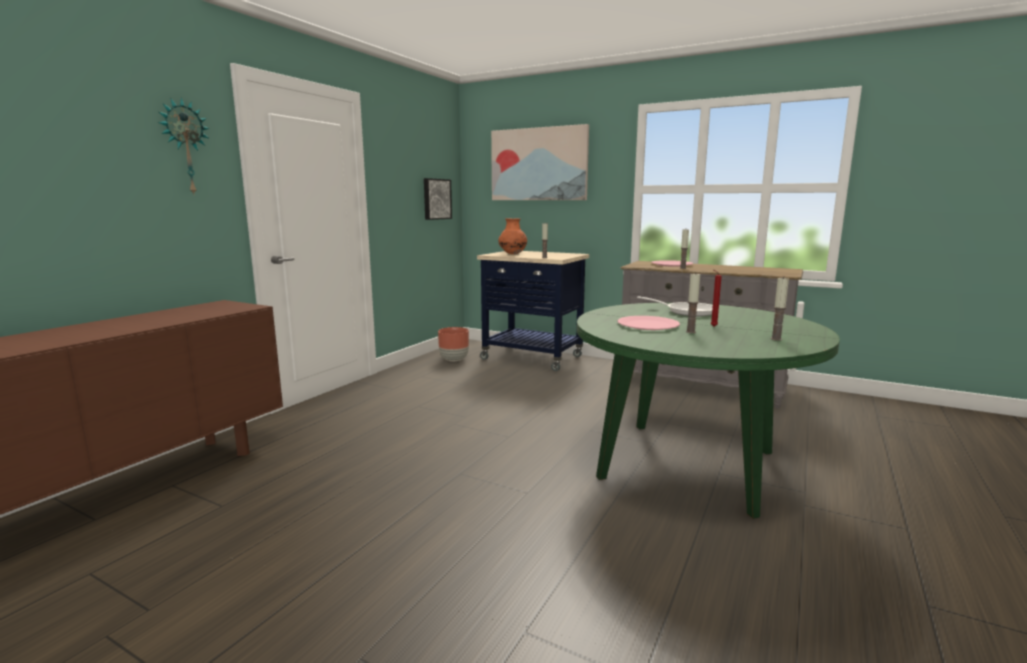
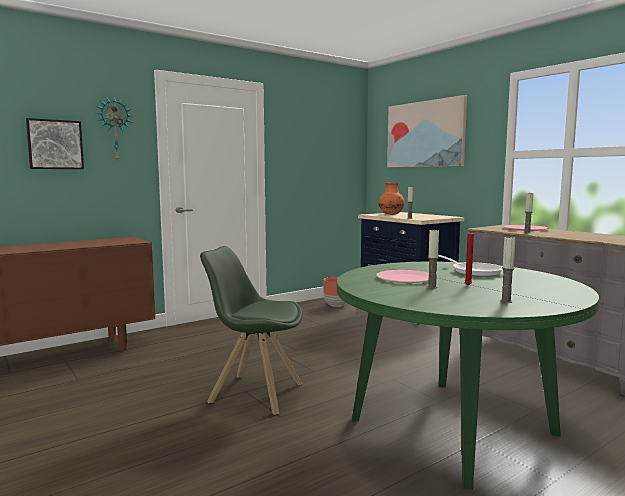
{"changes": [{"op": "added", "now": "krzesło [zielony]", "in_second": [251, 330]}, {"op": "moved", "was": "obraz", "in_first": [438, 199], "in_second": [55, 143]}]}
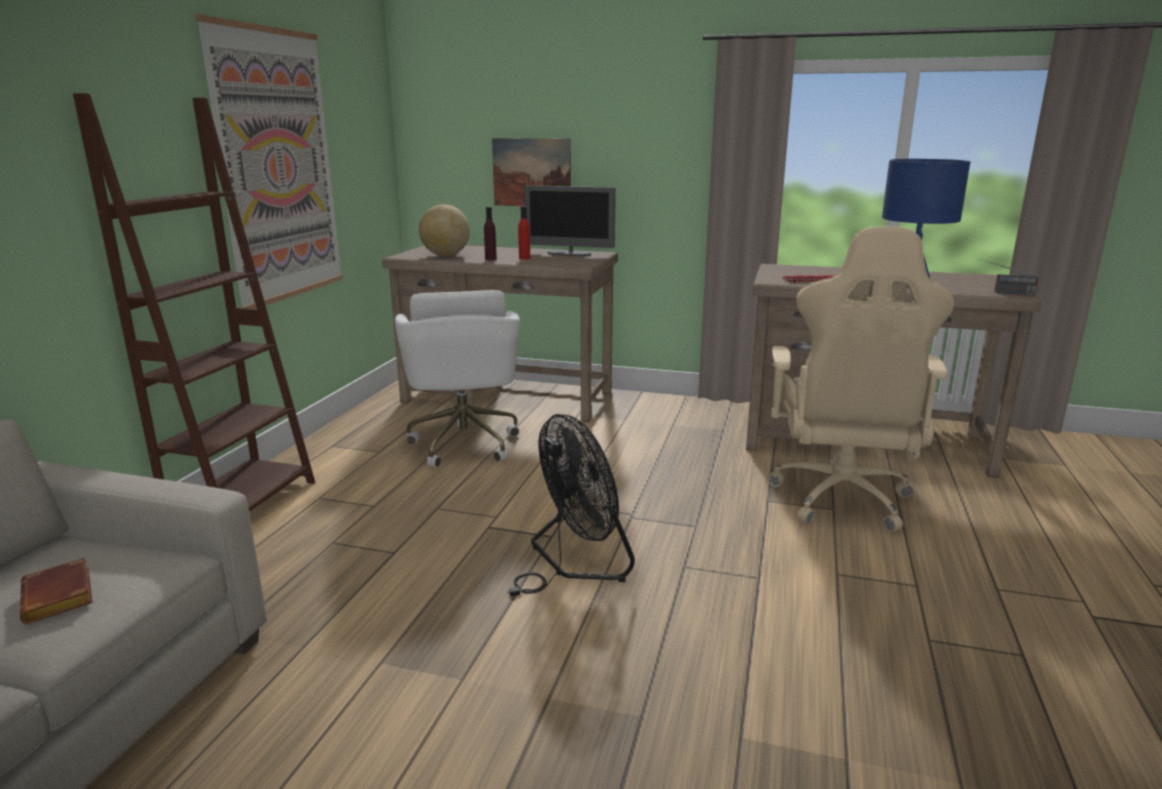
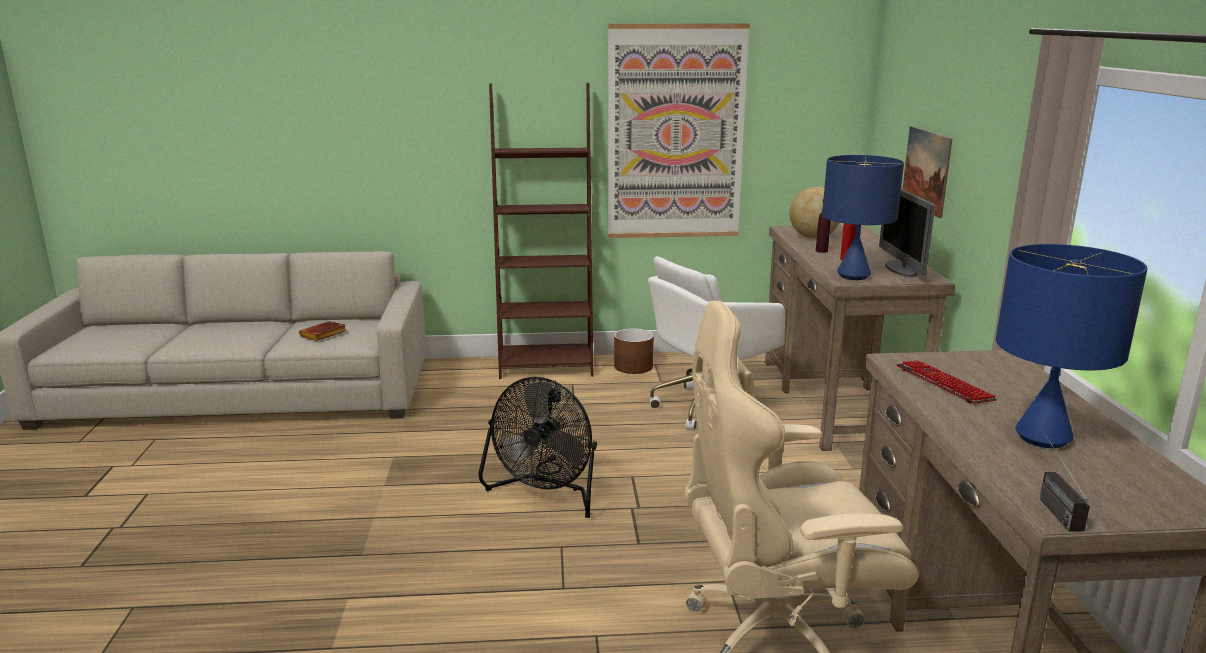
{"changes": [{"op": "added", "now": "donica [brązowy]", "in_second": [634, 351]}, {"op": "added", "now": "lampa stołowa [niebieski]", "in_second": [863, 217]}, {"op": "turned", "was": "wentylator [czarny]", "in_first": [570, 505], "in_second": [537, 447], "clockwise": 75}]}
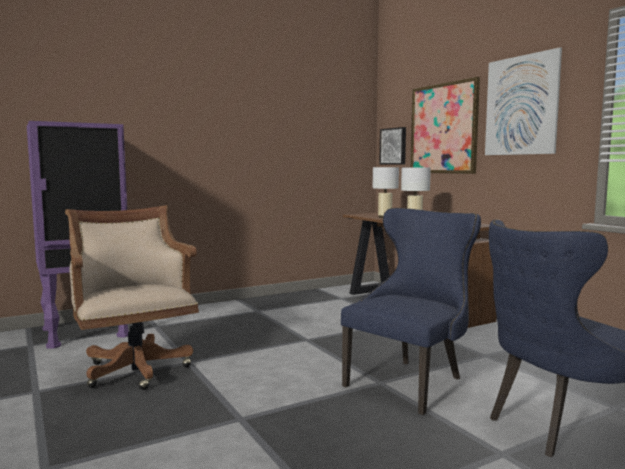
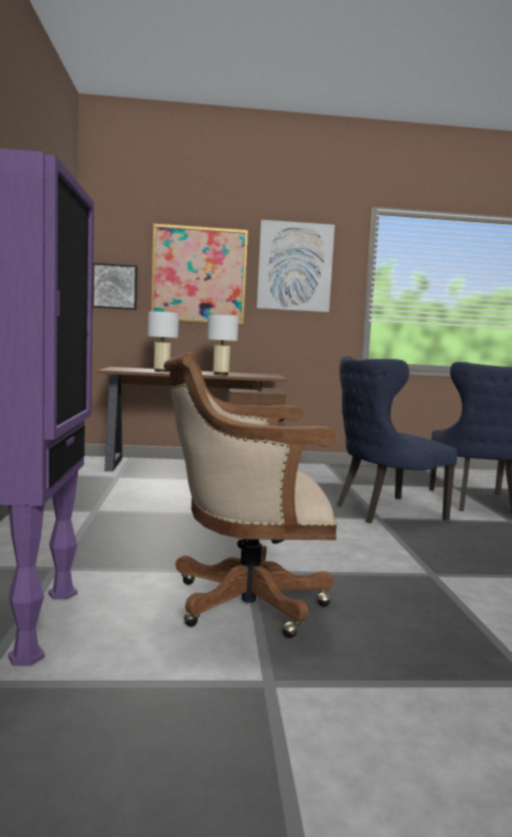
{"changes": [{"op": "turned", "was": "krzesło [niebieski]", "in_first": [411, 311], "in_second": [397, 439], "clockwise": -90}]}
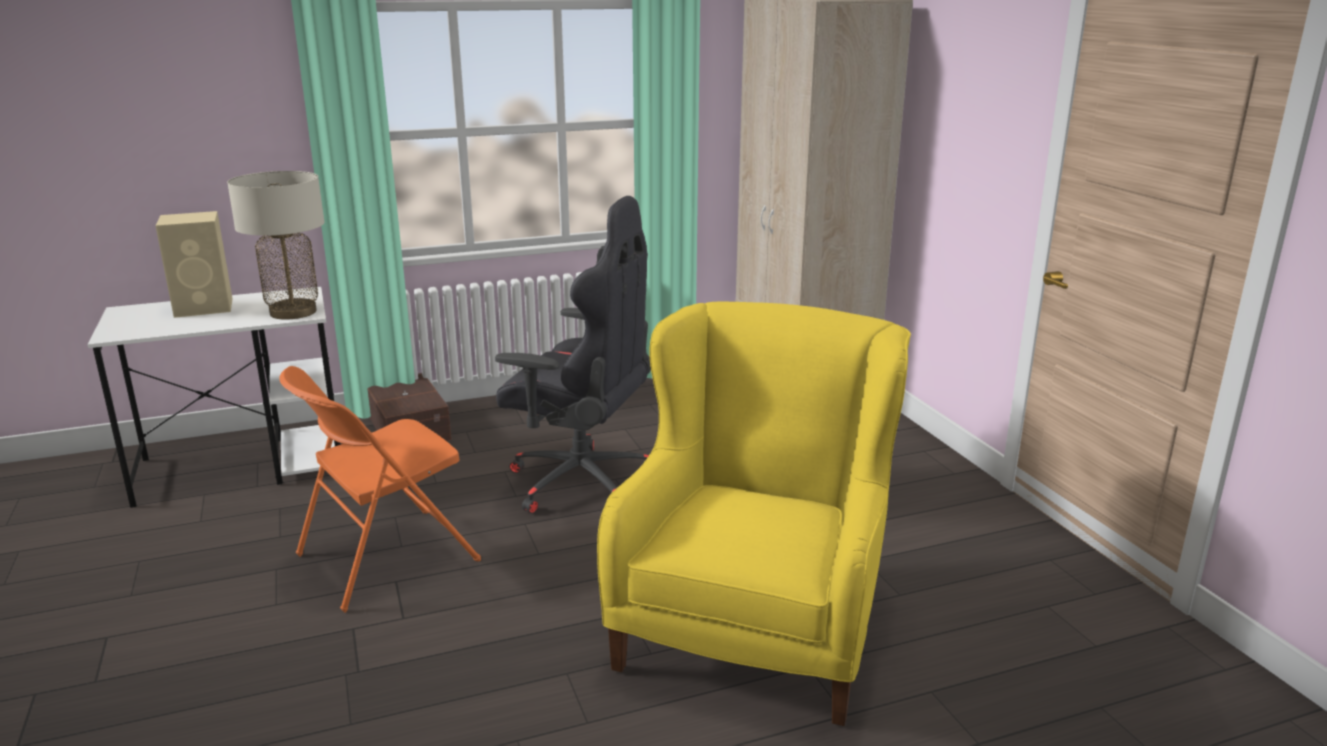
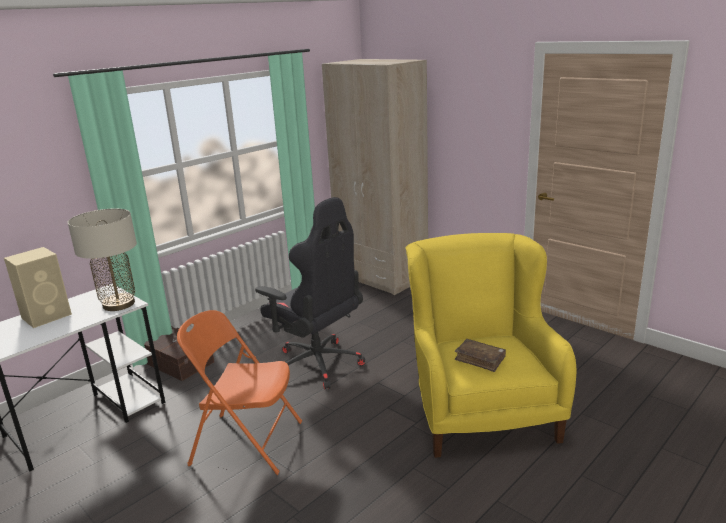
{"changes": [{"op": "added", "now": "książka [brązowy]", "in_second": [480, 355]}, {"op": "turned", "was": "krzesło [pomarańczowy]", "in_first": [380, 489], "in_second": [239, 392], "clockwise": 75}, {"op": "turned", "was": "krzesło biurowe [czarny]", "in_first": [573, 354], "in_second": [310, 293], "clockwise": 45}]}
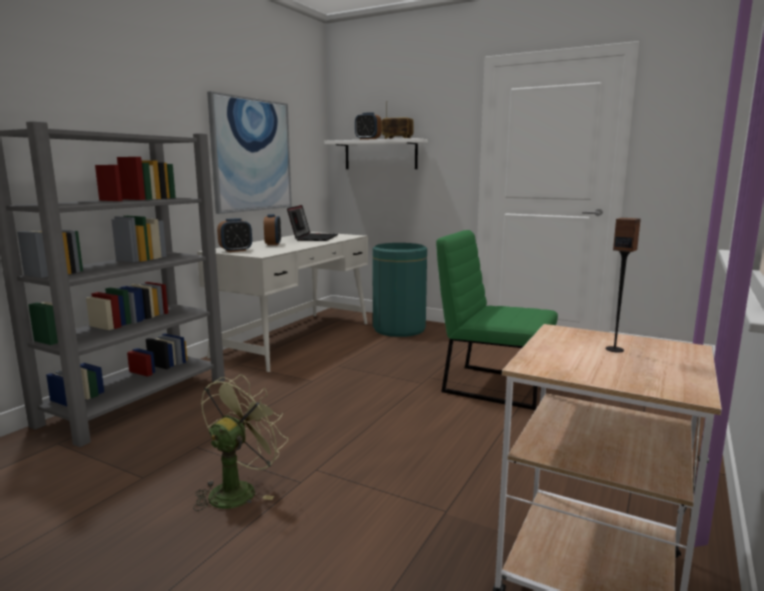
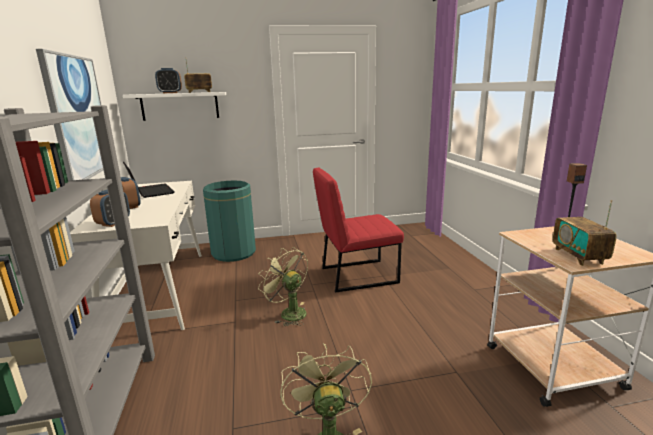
{"changes": [{"op": "added", "now": "wentylator [zielony]", "in_second": [283, 286]}, {"op": "added", "now": "radio", "in_second": [584, 233]}, {"op": "recoloured", "was": "krzesło [zielony]", "now": "krzesło [czerwony]", "in_first": [497, 320], "in_second": [358, 230]}]}
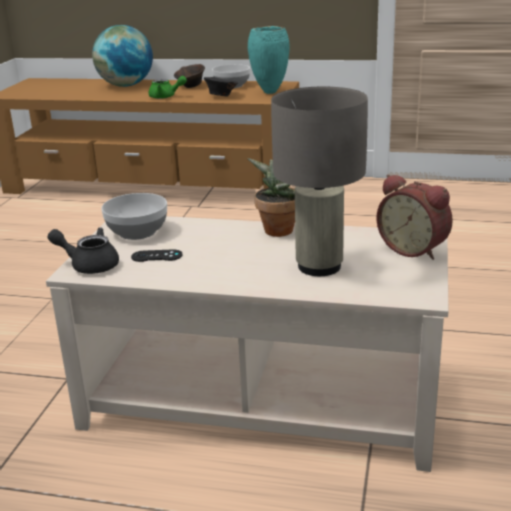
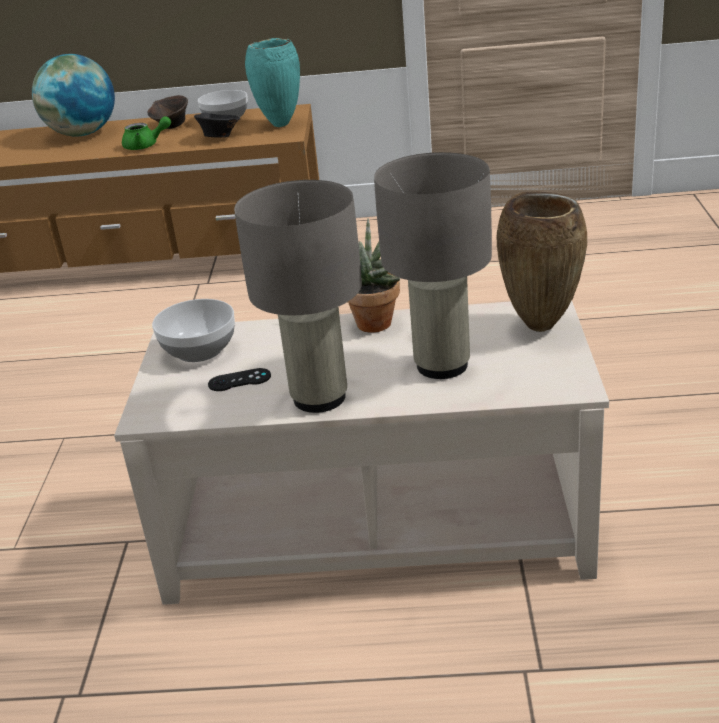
{"changes": [{"op": "removed", "was": "imbryk [czarny]", "in_first": [83, 250]}, {"op": "added", "now": "lampa stołowa [szary]", "in_second": [298, 296]}, {"op": "replaced", "was": "budzik", "now": "wazon [brązowy]", "in_first": [414, 217], "in_second": [541, 262]}]}
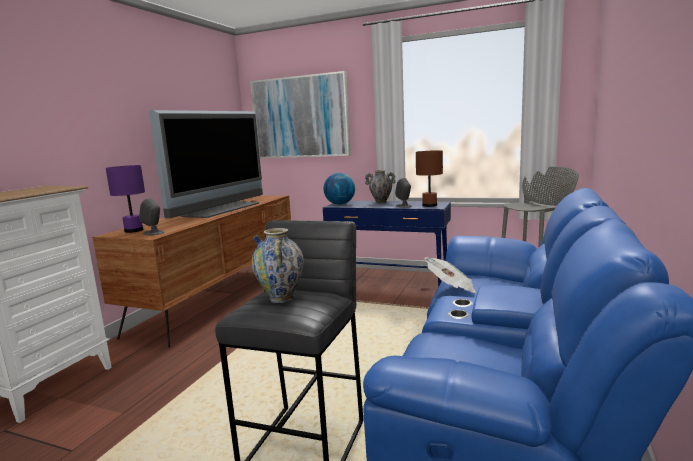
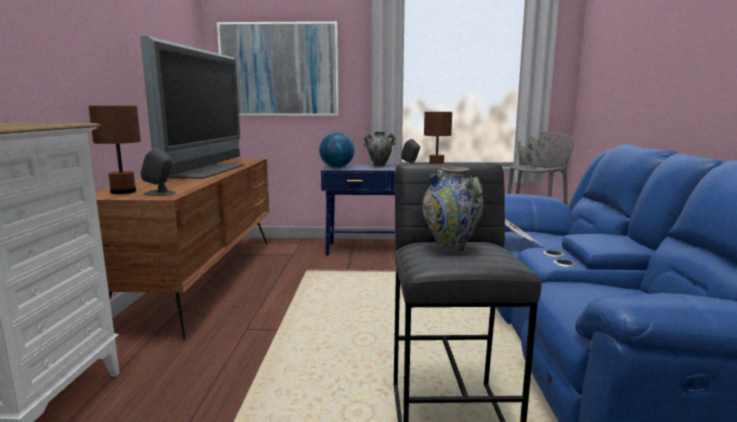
{"changes": [{"op": "recoloured", "was": "lampa stołowa [fioletowy]", "now": "lampa stołowa [brązowy]", "in_first": [125, 199], "in_second": [115, 150]}]}
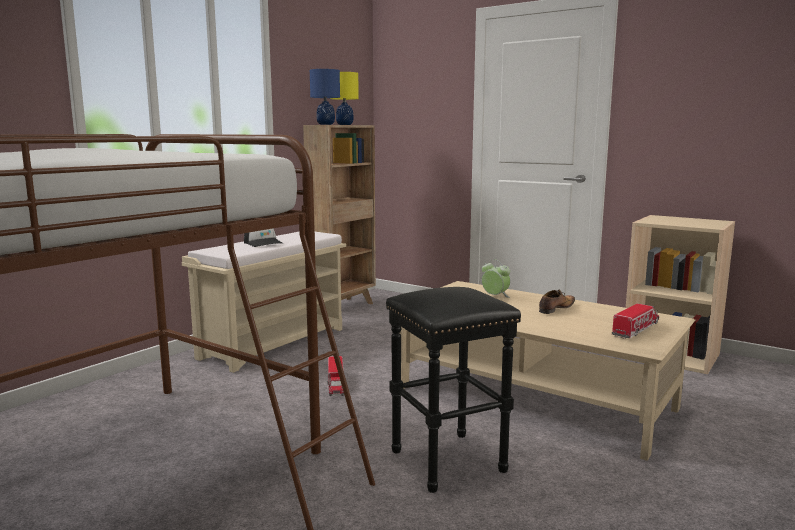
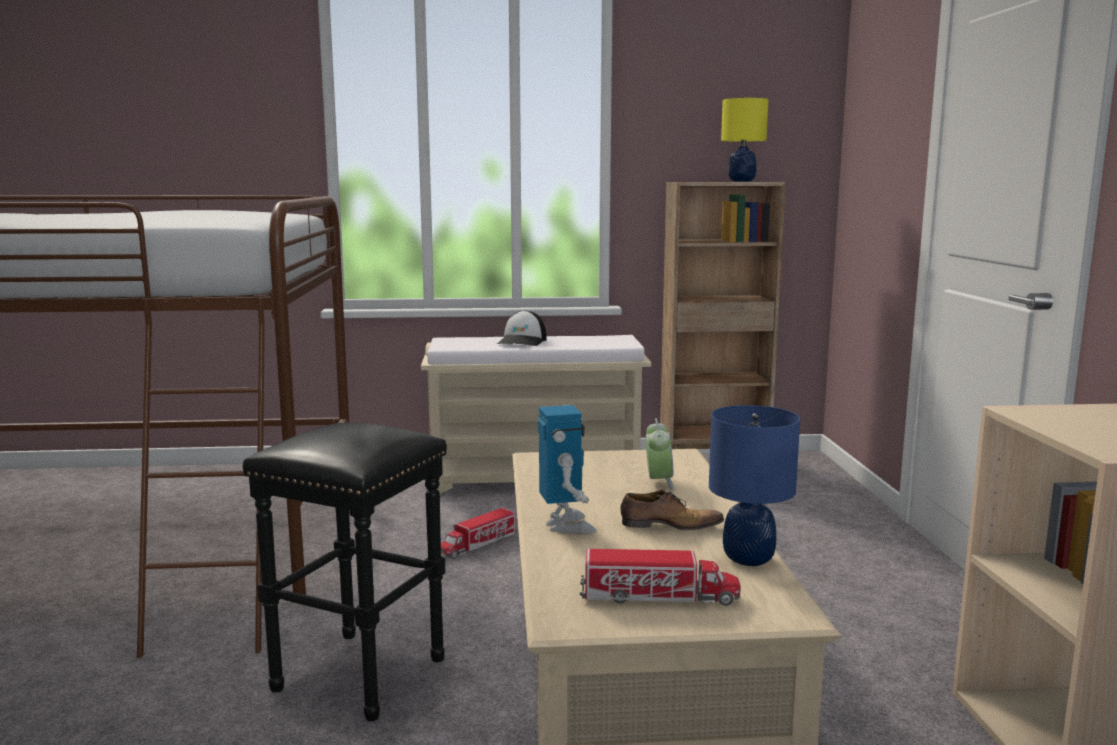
{"changes": [{"op": "added", "now": "robot zabawkowy", "in_second": [567, 469]}, {"op": "moved", "was": "lampa stołowa [niebieski]", "in_first": [325, 97], "in_second": [754, 485]}]}
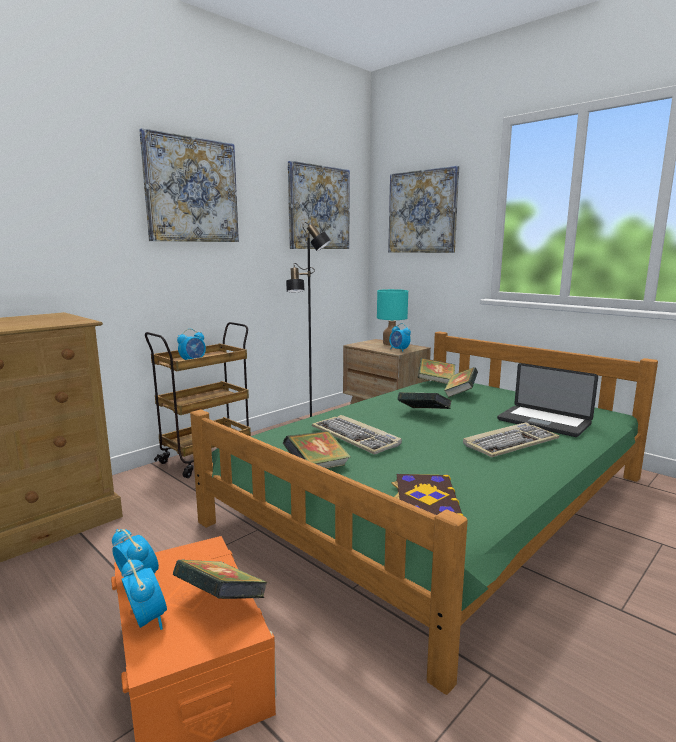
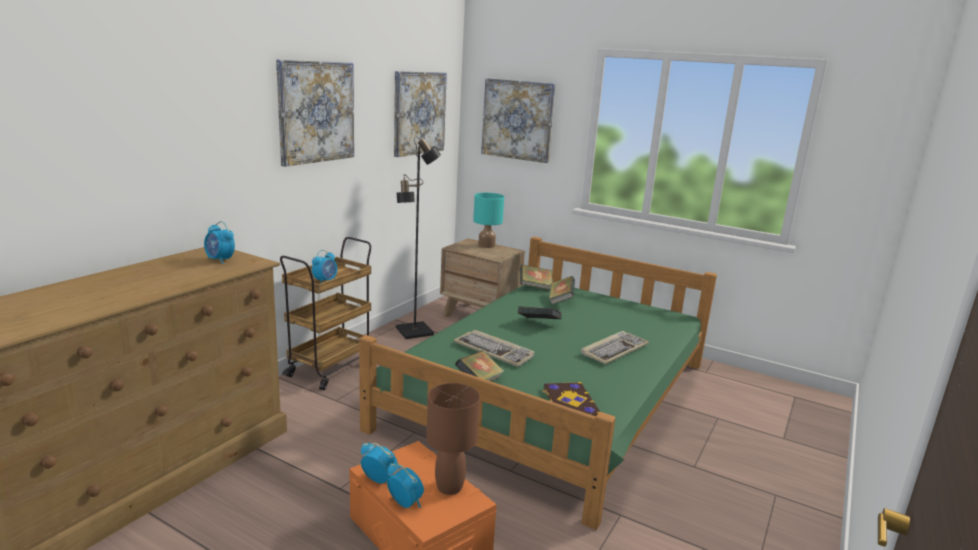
{"changes": [{"op": "removed", "was": "laptop", "in_first": [547, 400]}, {"op": "moved", "was": "budzik", "in_first": [400, 337], "in_second": [219, 242]}, {"op": "replaced", "was": "książka", "now": "lampa stołowa [brązowy]", "in_first": [220, 579], "in_second": [453, 439]}]}
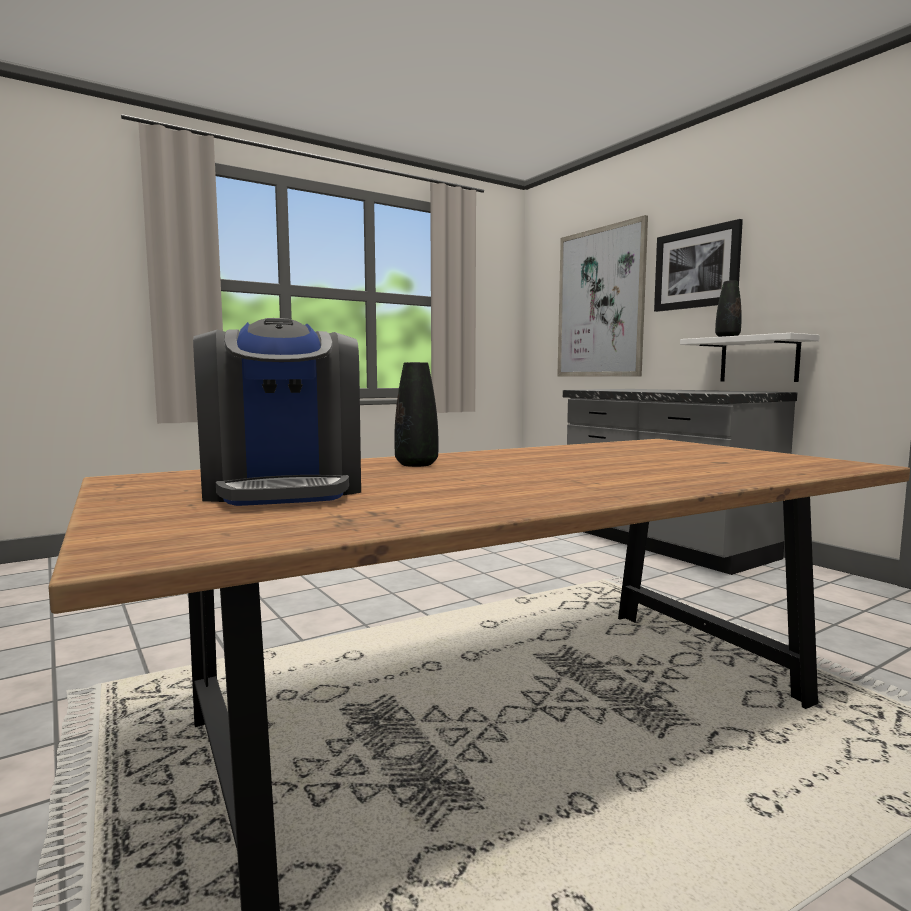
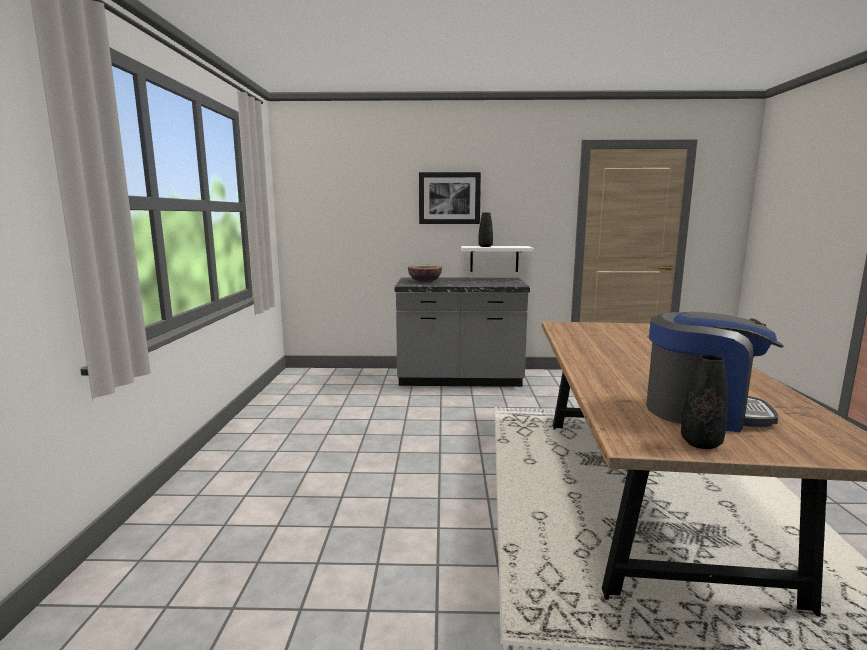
{"changes": [{"op": "removed", "was": "obraz", "in_first": [602, 296]}, {"op": "added", "now": "miska", "in_second": [425, 273]}, {"op": "moved", "was": "wazon [czarny]", "in_first": [416, 414], "in_second": [704, 402]}]}
